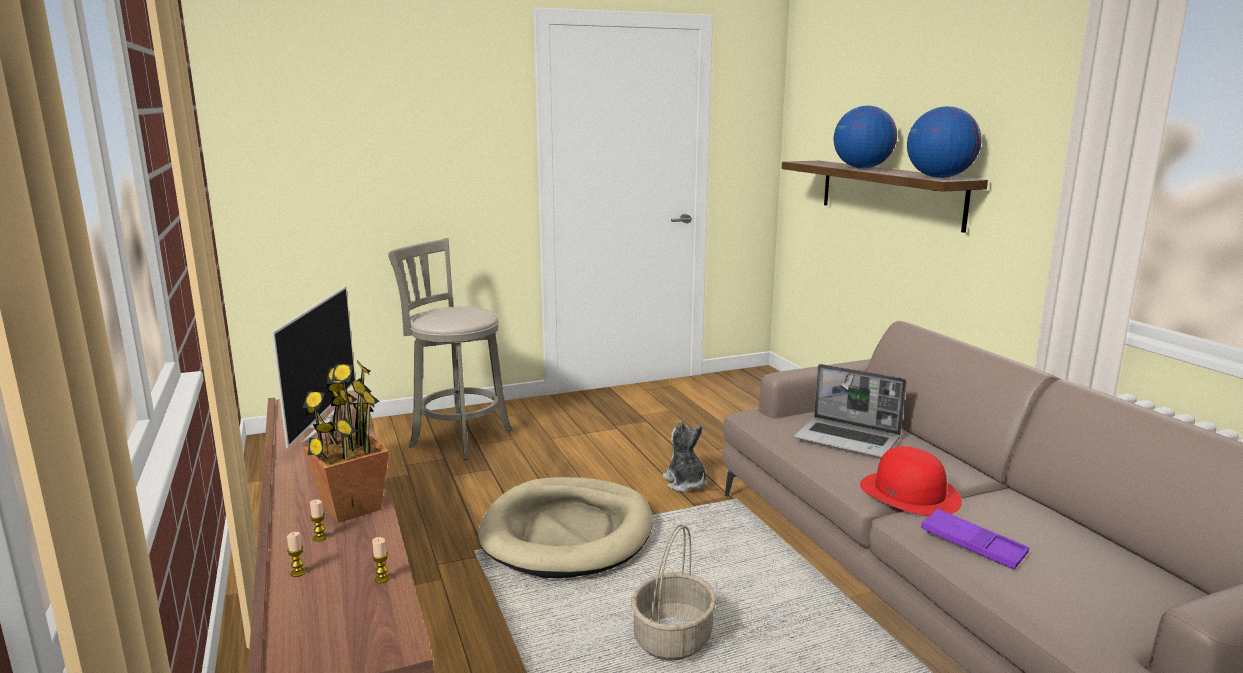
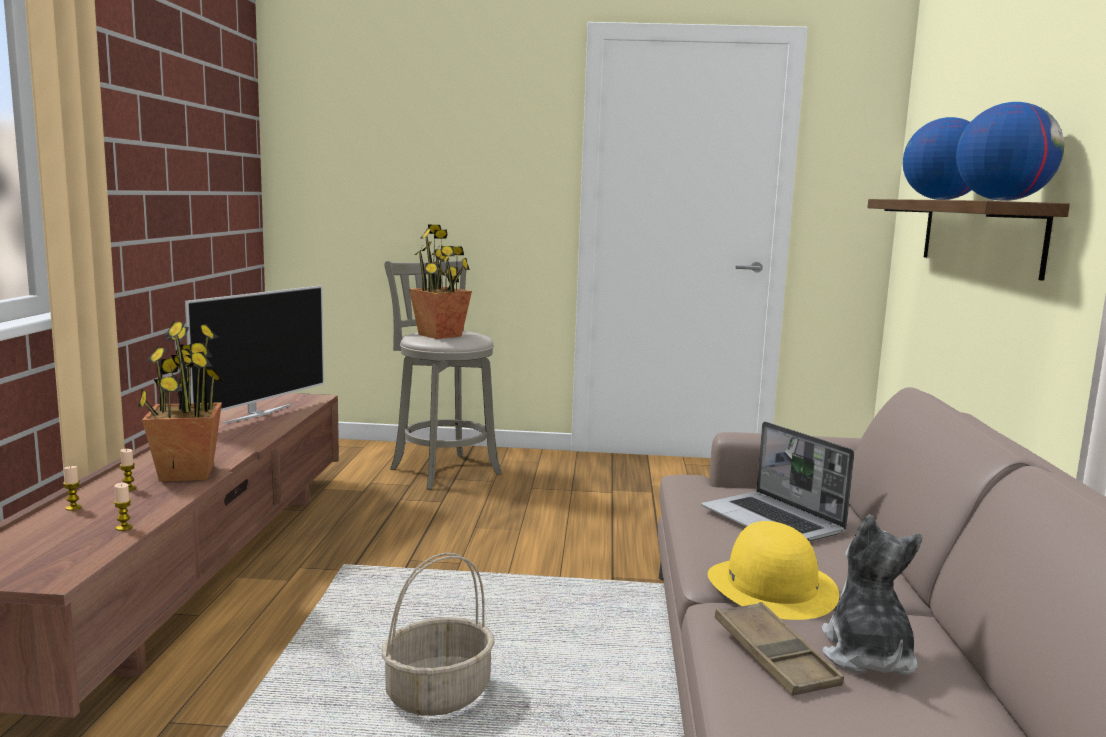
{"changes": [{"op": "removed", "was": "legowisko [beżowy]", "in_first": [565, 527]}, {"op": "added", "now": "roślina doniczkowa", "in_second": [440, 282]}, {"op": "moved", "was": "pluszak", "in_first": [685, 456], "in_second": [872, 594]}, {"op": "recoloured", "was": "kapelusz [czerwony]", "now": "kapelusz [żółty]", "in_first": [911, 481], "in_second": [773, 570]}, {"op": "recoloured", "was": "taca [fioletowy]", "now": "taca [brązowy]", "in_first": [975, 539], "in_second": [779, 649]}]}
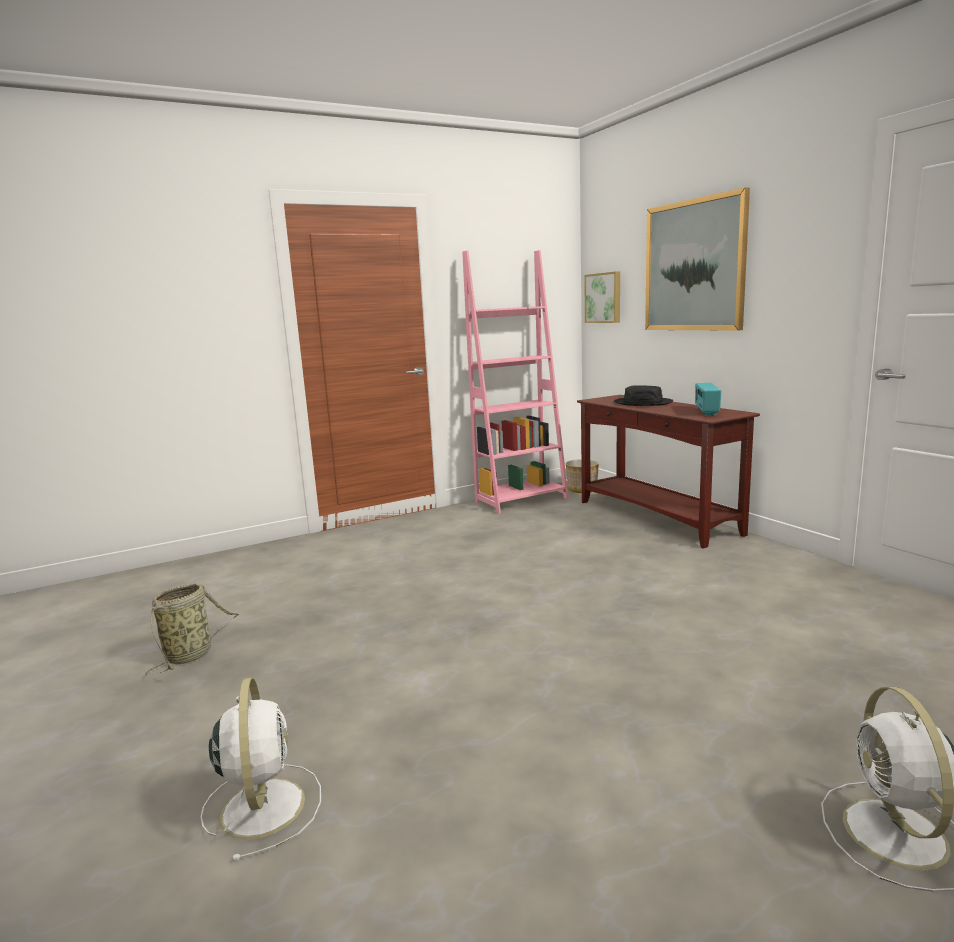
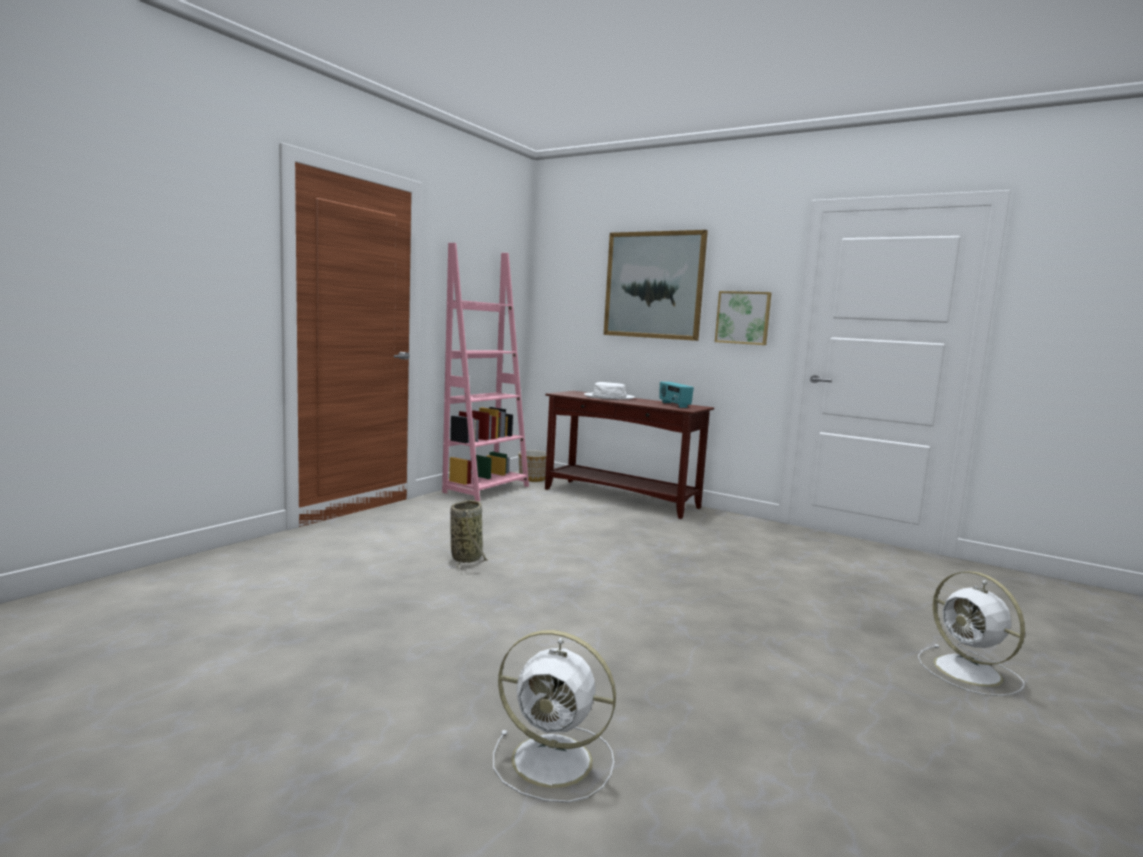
{"changes": [{"op": "moved", "was": "koszyk", "in_first": [192, 629], "in_second": [468, 534]}, {"op": "moved", "was": "obraz", "in_first": [602, 297], "in_second": [743, 318]}, {"op": "recoloured", "was": "kapelusz [czarny]", "now": "kapelusz [biały]", "in_first": [643, 395], "in_second": [609, 391]}, {"op": "turned", "was": "wentylator [biały]", "in_first": [261, 770], "in_second": [554, 716], "clockwise": 150}]}
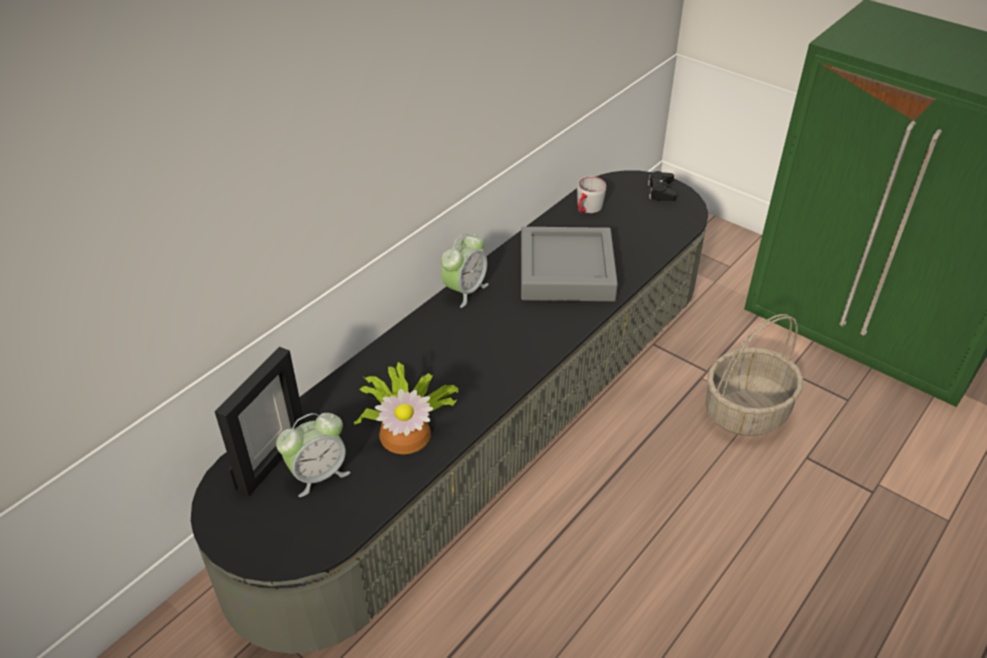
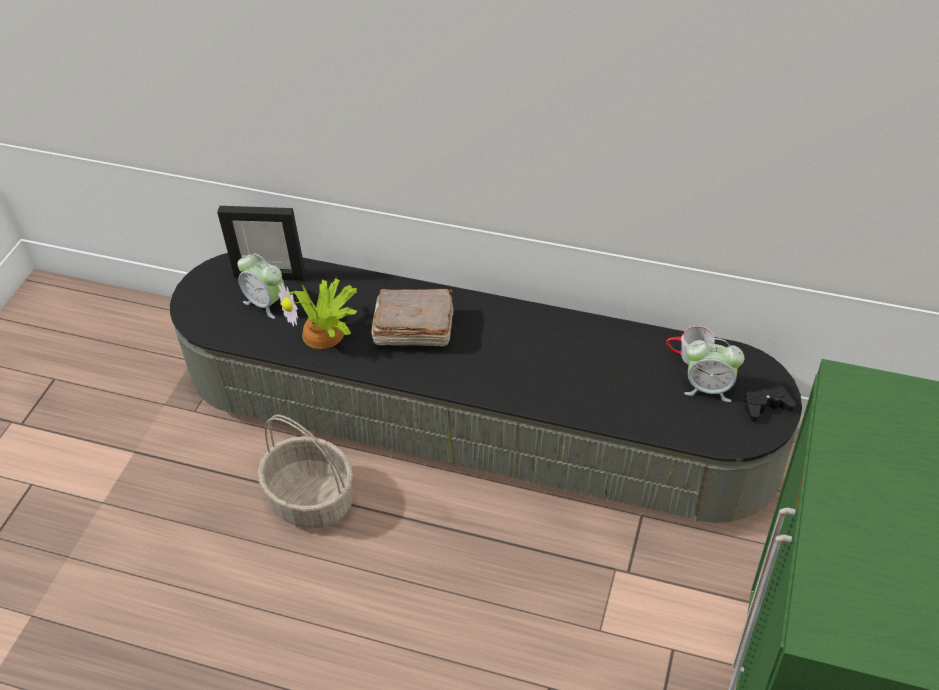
{"changes": [{"op": "removed", "was": "taca [szary]", "in_first": [569, 264]}, {"op": "added", "now": "książka [brązowy]", "in_second": [412, 317]}, {"op": "moved", "was": "budzik", "in_first": [464, 270], "in_second": [714, 370]}, {"op": "moved", "was": "koszyk", "in_first": [754, 375], "in_second": [305, 472]}]}
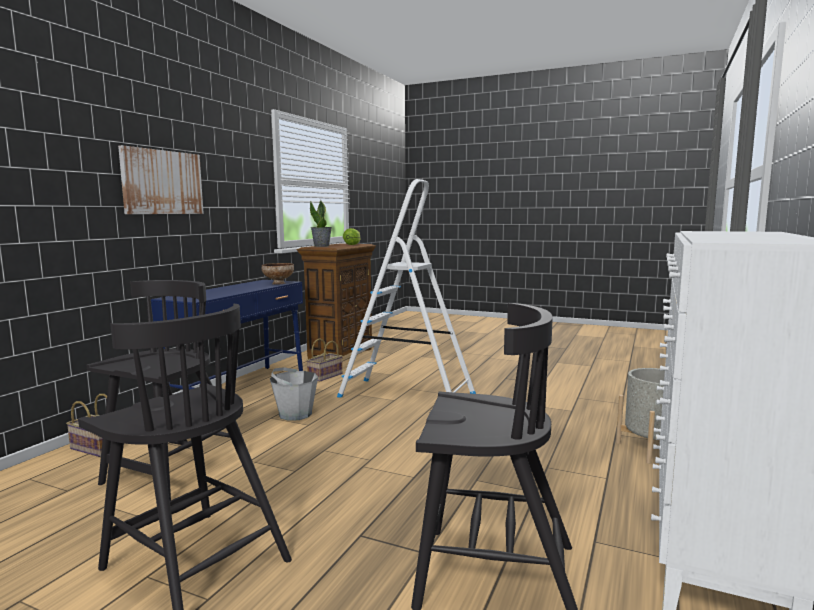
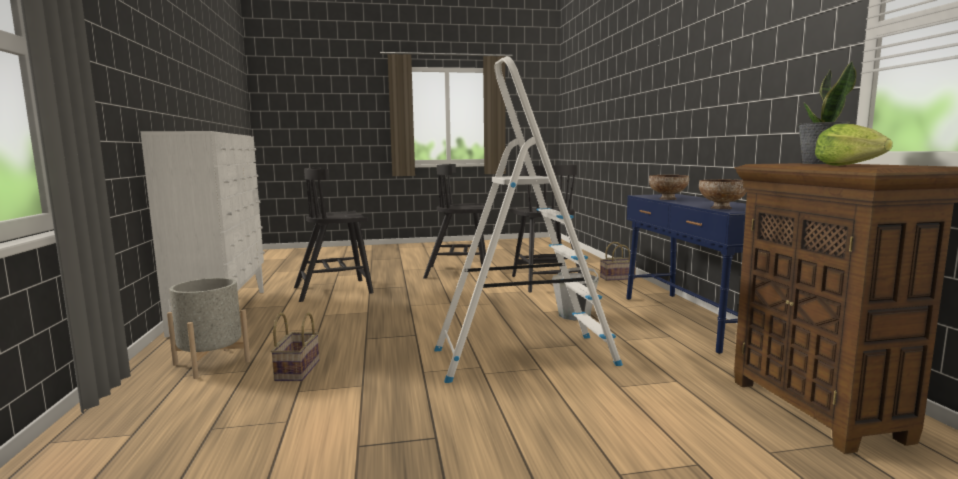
{"changes": [{"op": "removed", "was": "obraz", "in_first": [161, 179]}, {"op": "added", "now": "miska", "in_second": [669, 187]}, {"op": "moved", "was": "koszyk", "in_first": [324, 360], "in_second": [295, 346]}]}
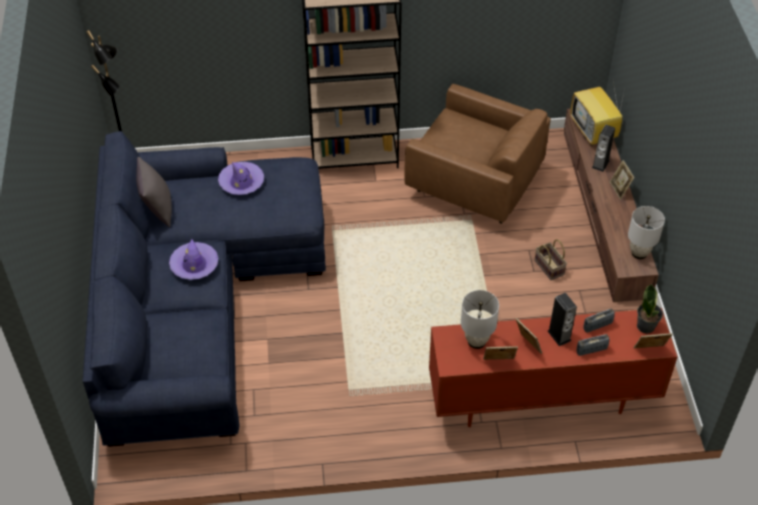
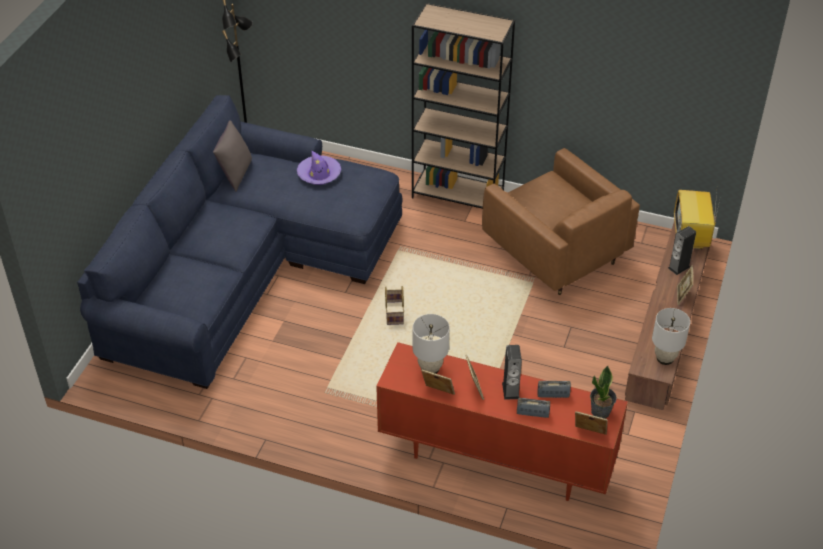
{"changes": [{"op": "removed", "was": "kapelusz [fioletowy]", "in_first": [193, 259]}, {"op": "moved", "was": "koszyk", "in_first": [551, 259], "in_second": [394, 305]}]}
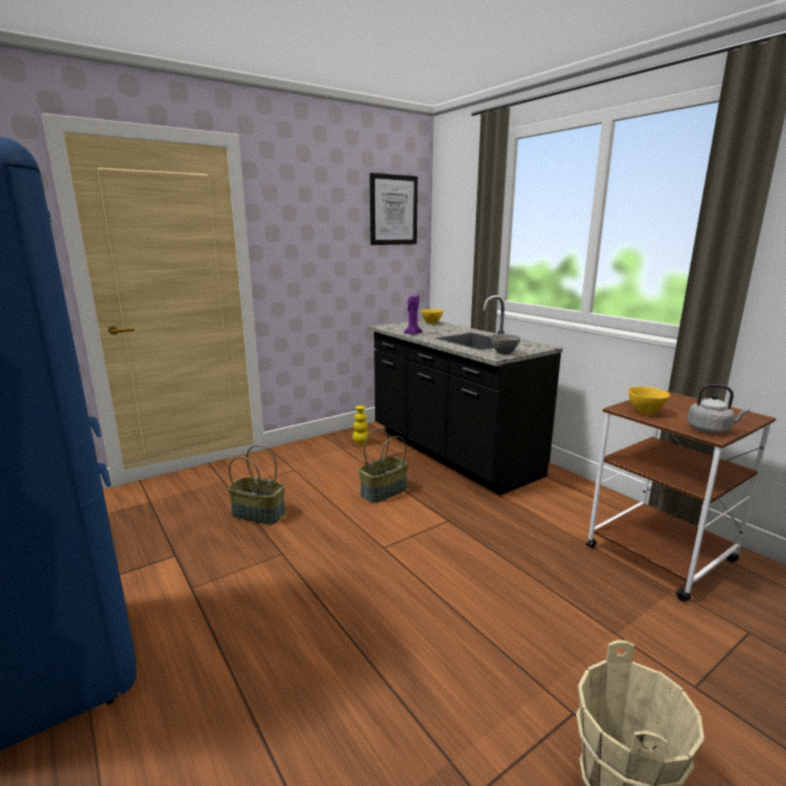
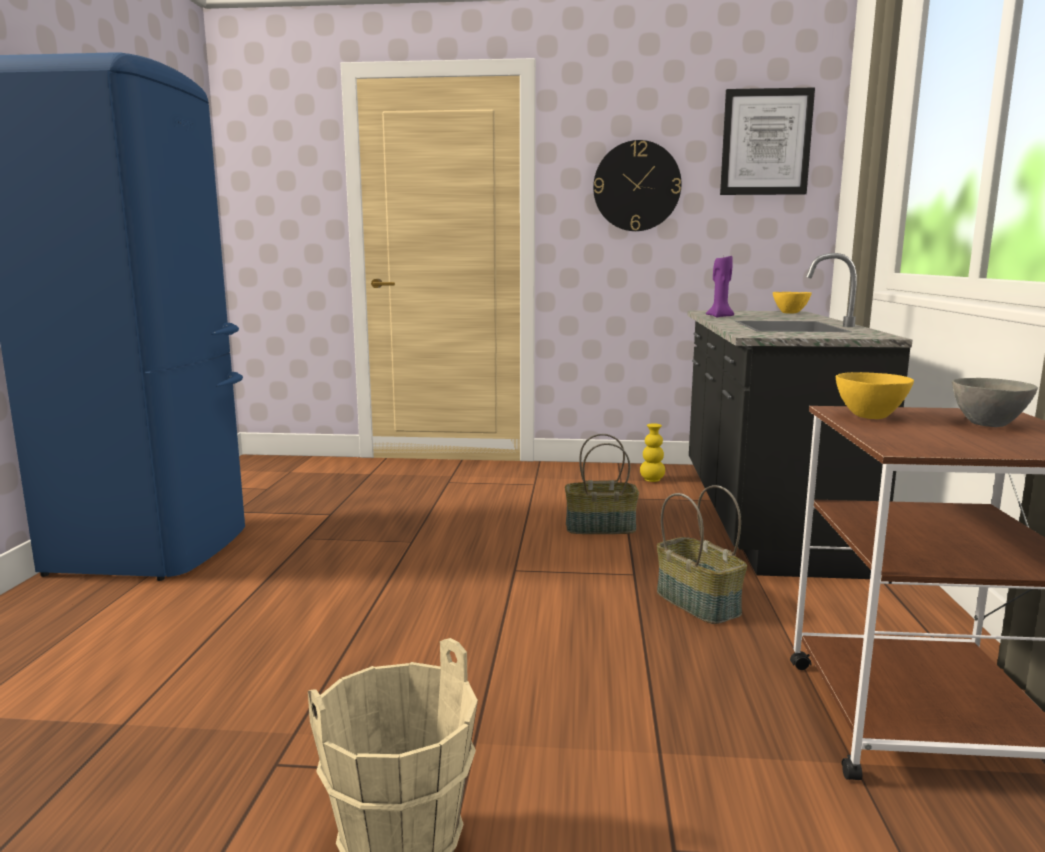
{"changes": [{"op": "removed", "was": "czajnik [szary]", "in_first": [718, 408]}, {"op": "added", "now": "zegar ścienny", "in_second": [637, 185]}, {"op": "moved", "was": "koszyk", "in_first": [256, 485], "in_second": [702, 554]}, {"op": "moved", "was": "miska [szary]", "in_first": [505, 344], "in_second": [995, 402]}]}
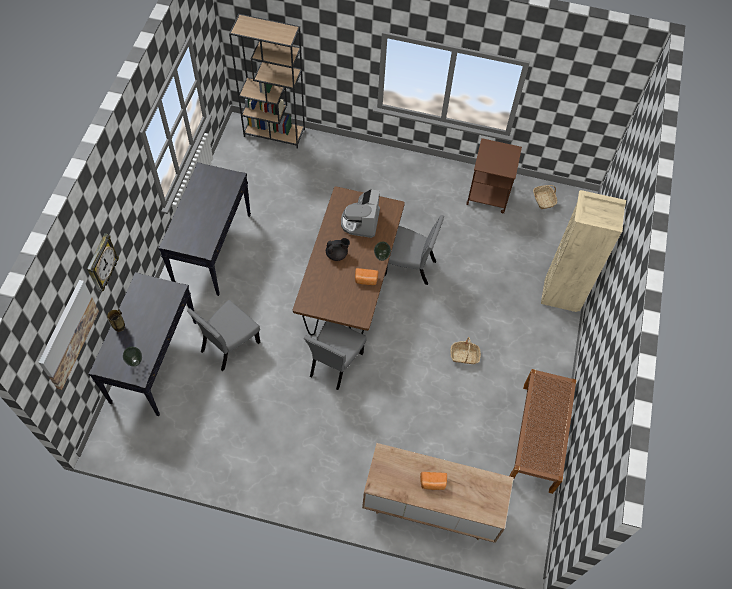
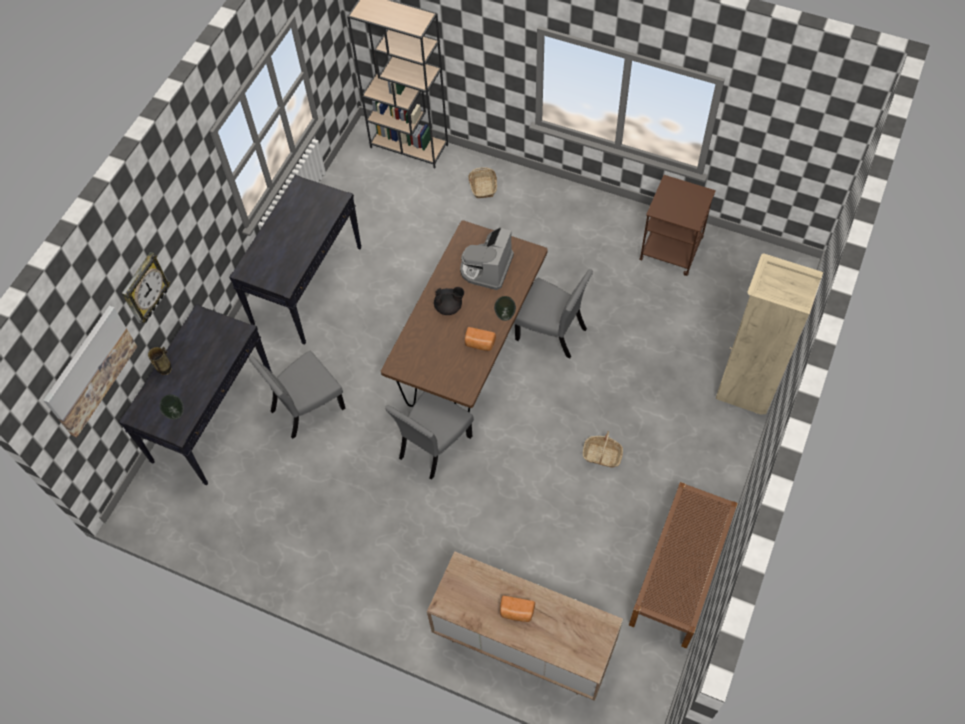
{"changes": [{"op": "moved", "was": "koszyk", "in_first": [545, 197], "in_second": [482, 182]}]}
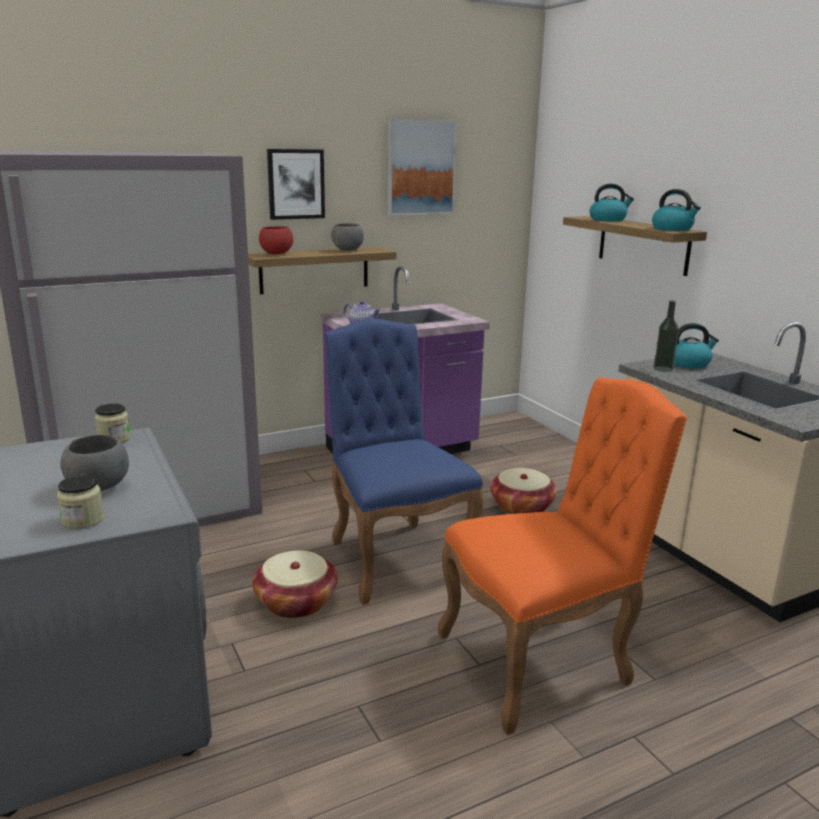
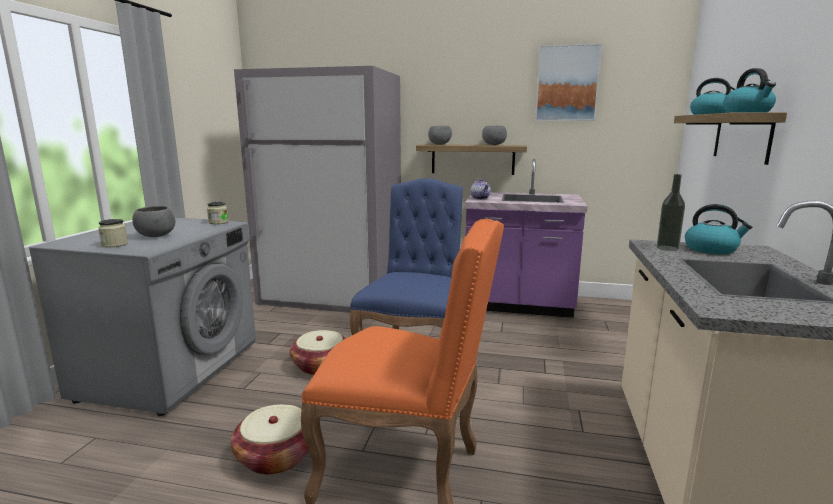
{"changes": [{"op": "removed", "was": "obraz", "in_first": [296, 184]}, {"op": "moved", "was": "koszyk", "in_first": [523, 491], "in_second": [270, 439]}, {"op": "recoloured", "was": "miska [czerwony]", "now": "miska [szary]", "in_first": [276, 240], "in_second": [440, 135]}]}
